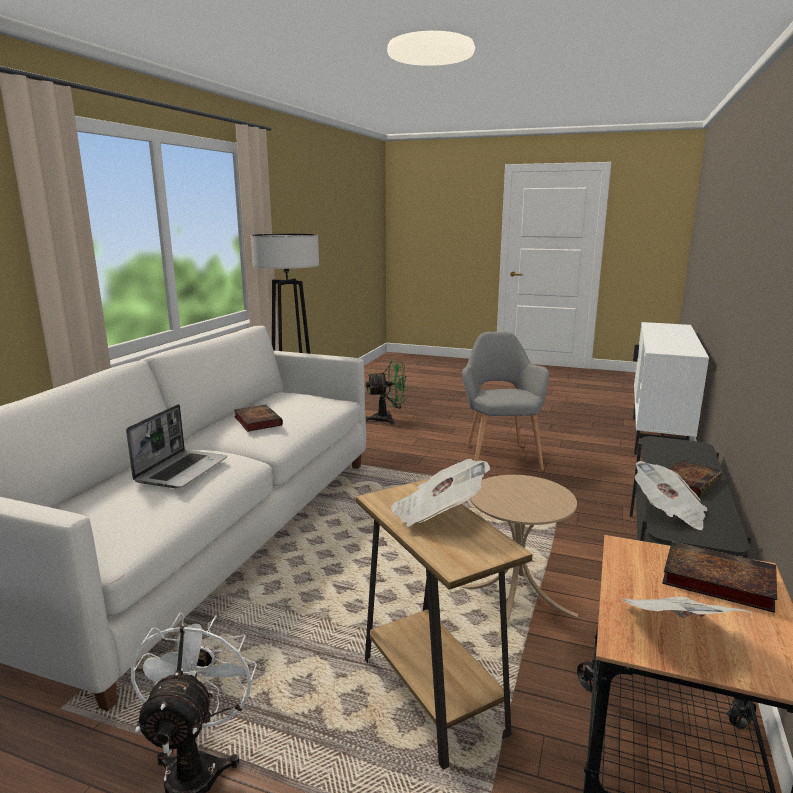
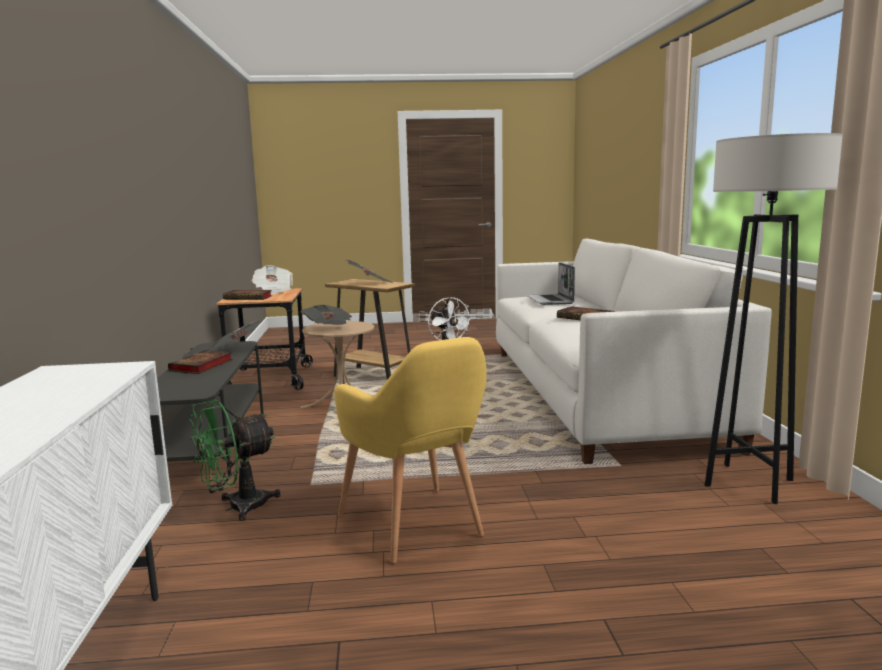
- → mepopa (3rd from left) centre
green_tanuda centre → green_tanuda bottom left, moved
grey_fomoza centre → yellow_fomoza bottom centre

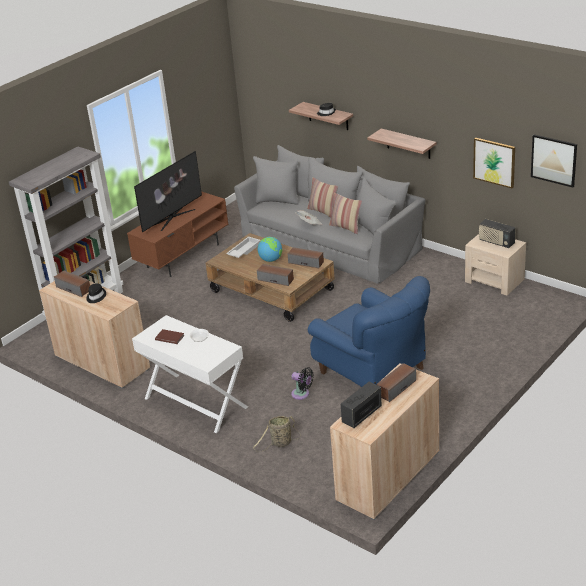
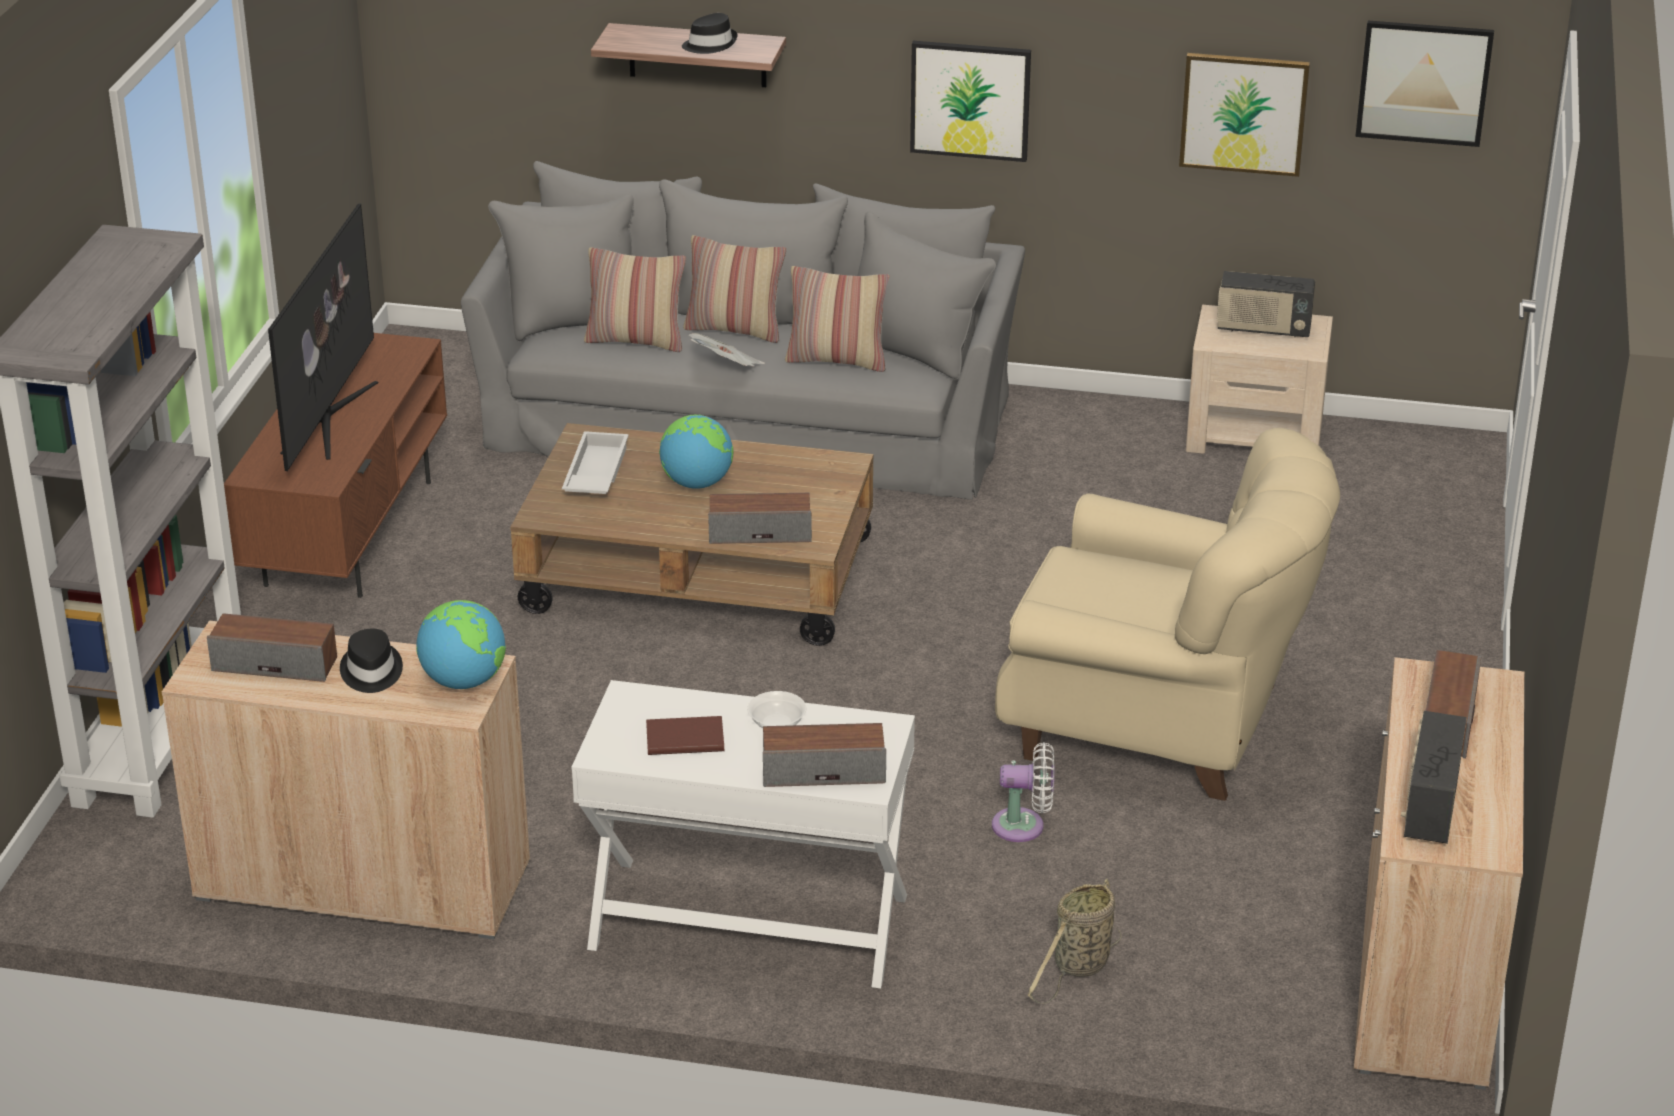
- → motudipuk (1st from left) middle left
- → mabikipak (1st from left) top centre
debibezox (3rd from left) centre → debibezox (3rd from left) bottom centre, moved
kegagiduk (2nd from left) top right → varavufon (1st from left) top centre
black_tanuda centre → white_tanuda bottom centre
blue_fomoza centre → beige_fomoza middle right

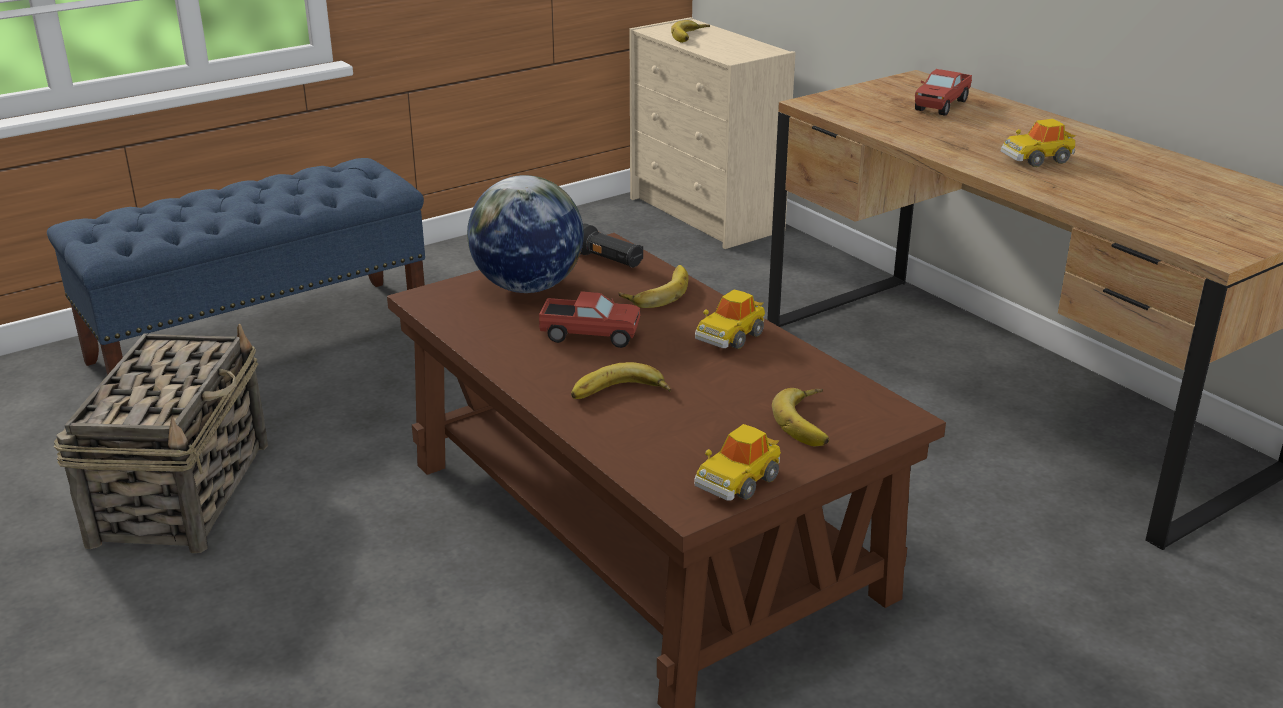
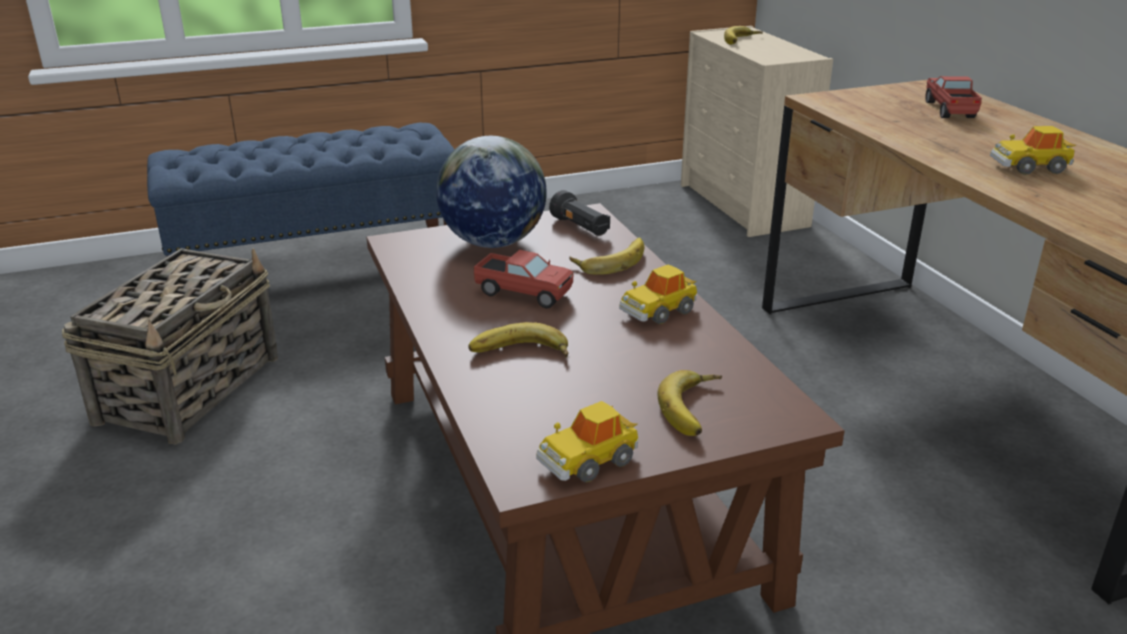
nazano (2nd from left) top right, 135 degrees clockwise

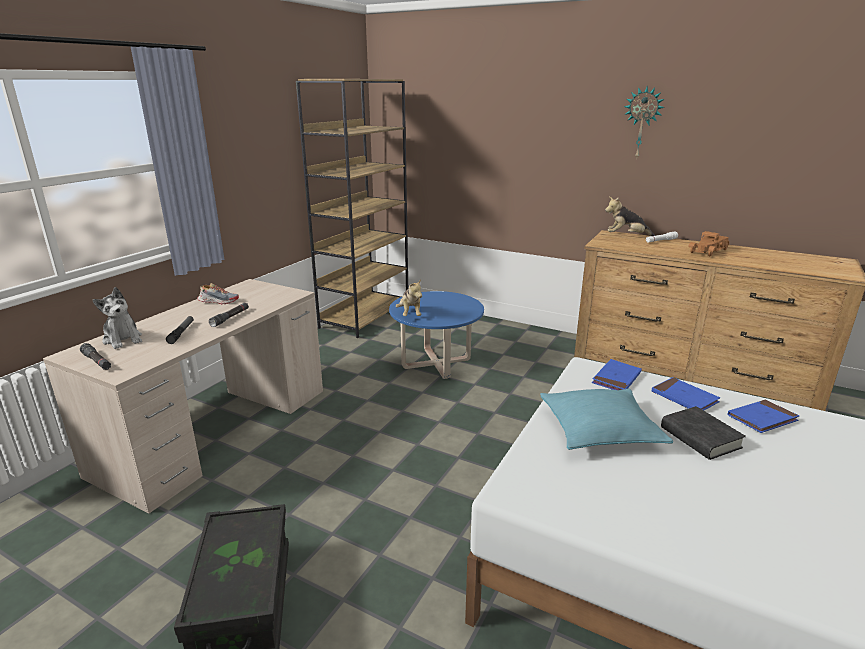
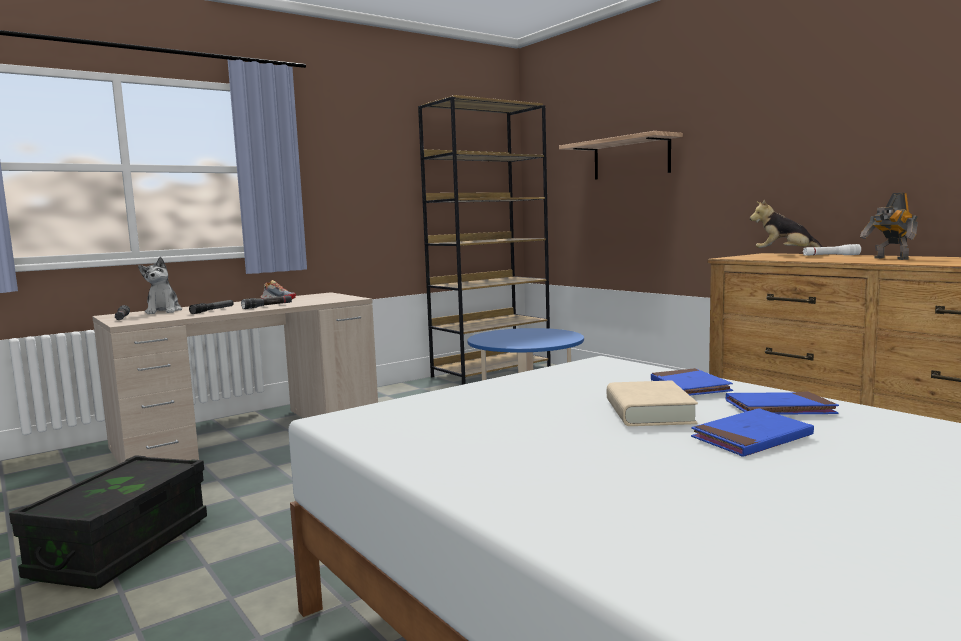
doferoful (2nd from left) centre → -
turquoise_mabikipak middle right → -
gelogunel top right → -
- → kegagiduk top centre
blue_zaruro (1st from left in the first image) middle right → blue_zaruro (2nd from left) bottom right, moved
nazano middle right → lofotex middle right
black_zaruro bottom right → beige_zaruro middle right

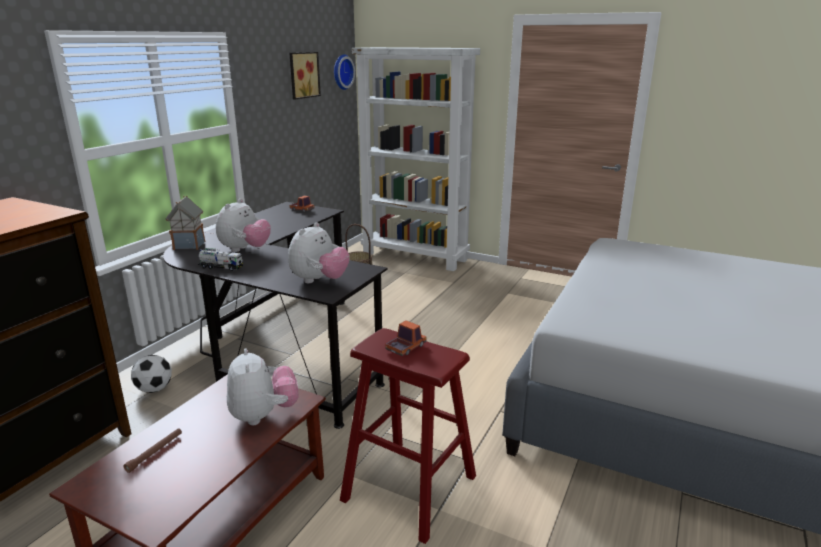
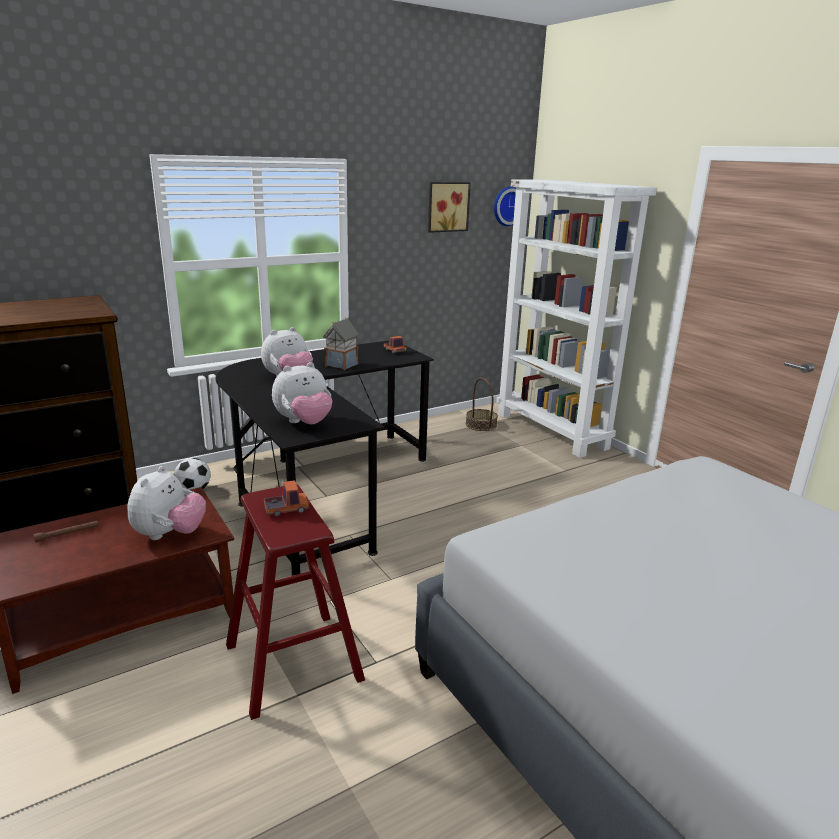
nazano (1st from left) middle left → -
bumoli middle left → bumoli centre, moved

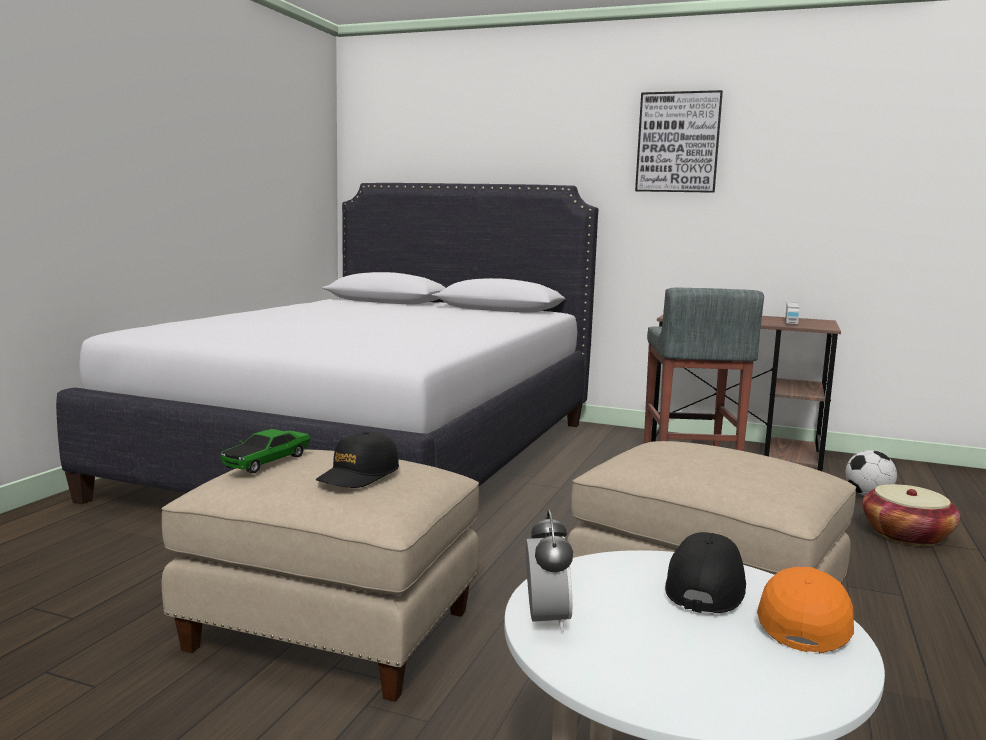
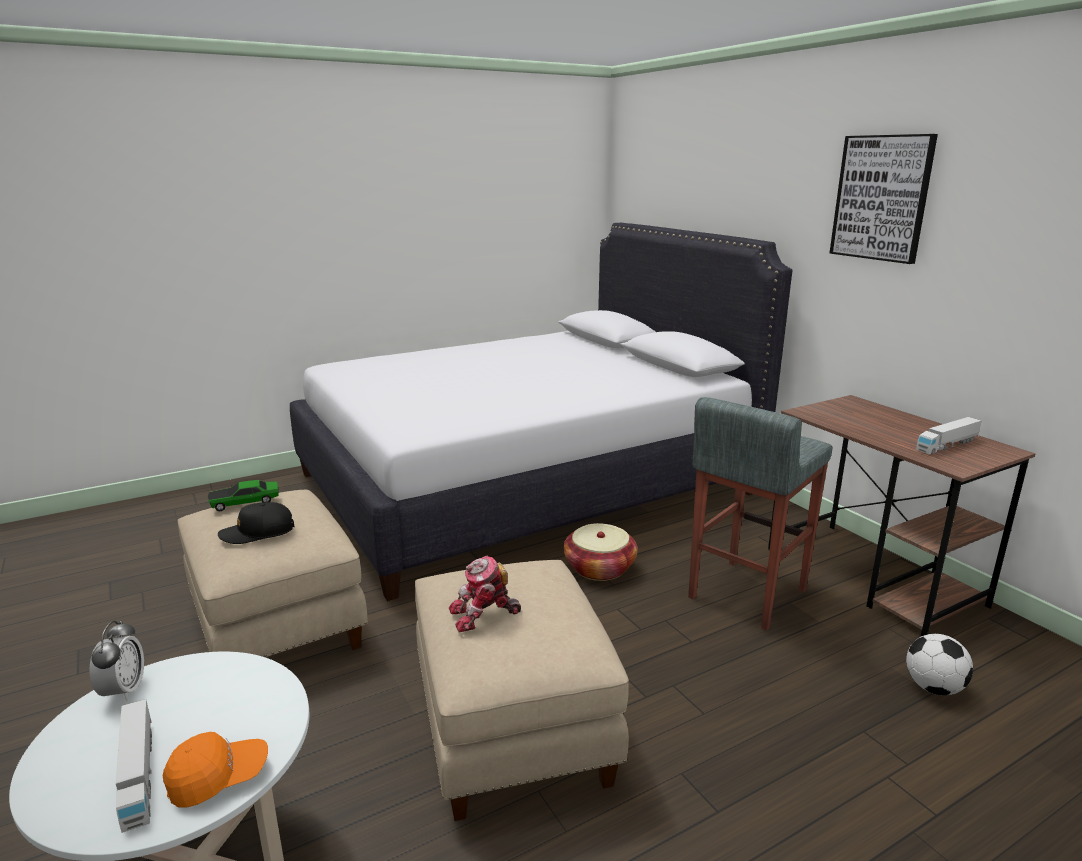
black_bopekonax (2nd from left) bottom right → -
- → nazano (1st from left) bottom left
- → lofotex bottom centre
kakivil bottom right → kakivil centre, moved
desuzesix bottom centre → desuzesix bottom left, 45 degrees counterclockwise

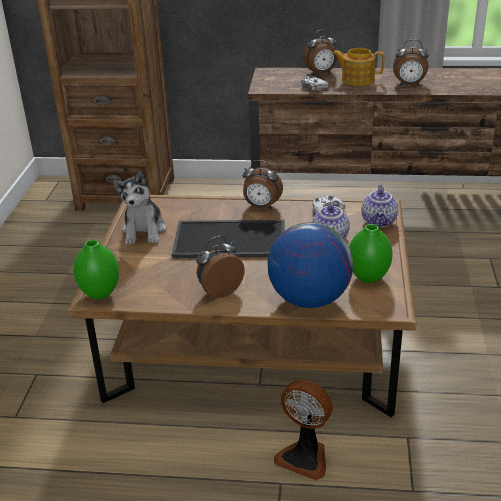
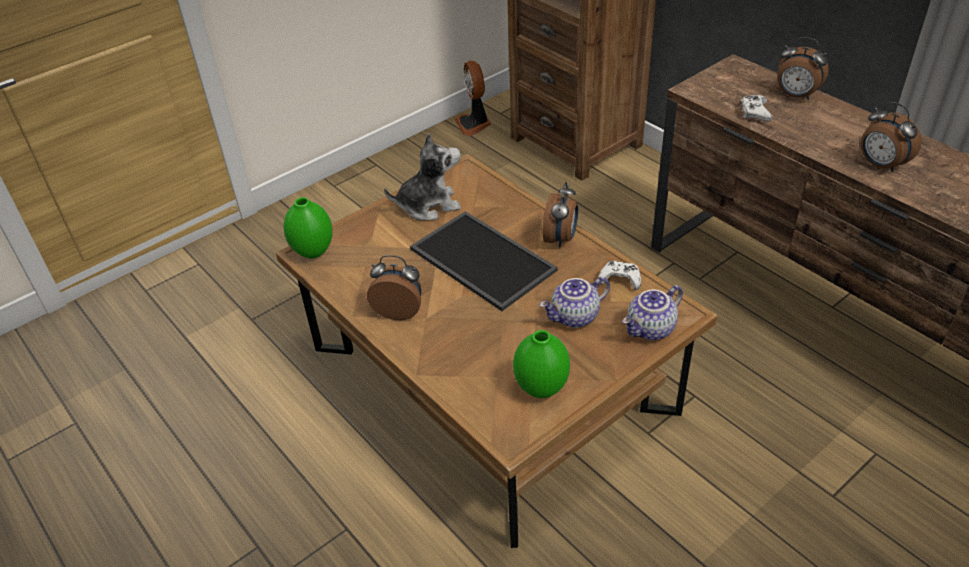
motudipuk centre → -
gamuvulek (2nd from left) top right → -
tanuda bottom centre → tanuda top centre, moved
doferoful middle left → doferoful top centre, 150 degrees counterclockwise
desuzesix (2nd from left) centre, 135 degrees counterclockwise

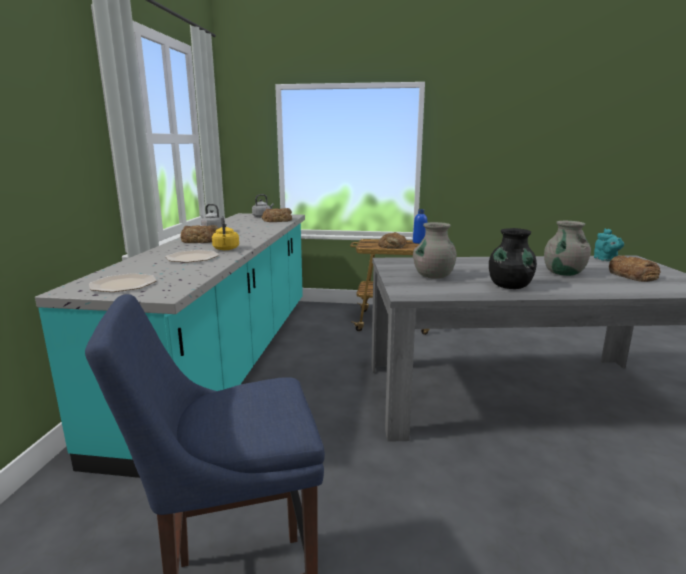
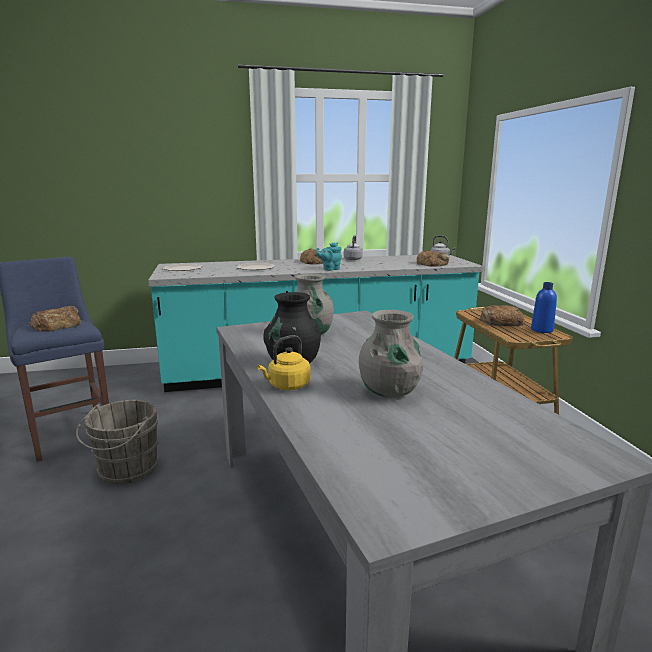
- → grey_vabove bottom left
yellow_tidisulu middle left → yellow_tidisulu centre, moved
turquoise_gamuvulek middle right → turquoise_gamuvulek centre, moved
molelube (4th from left in the first image) middle right → molelube (1st from left) middle left, moved

